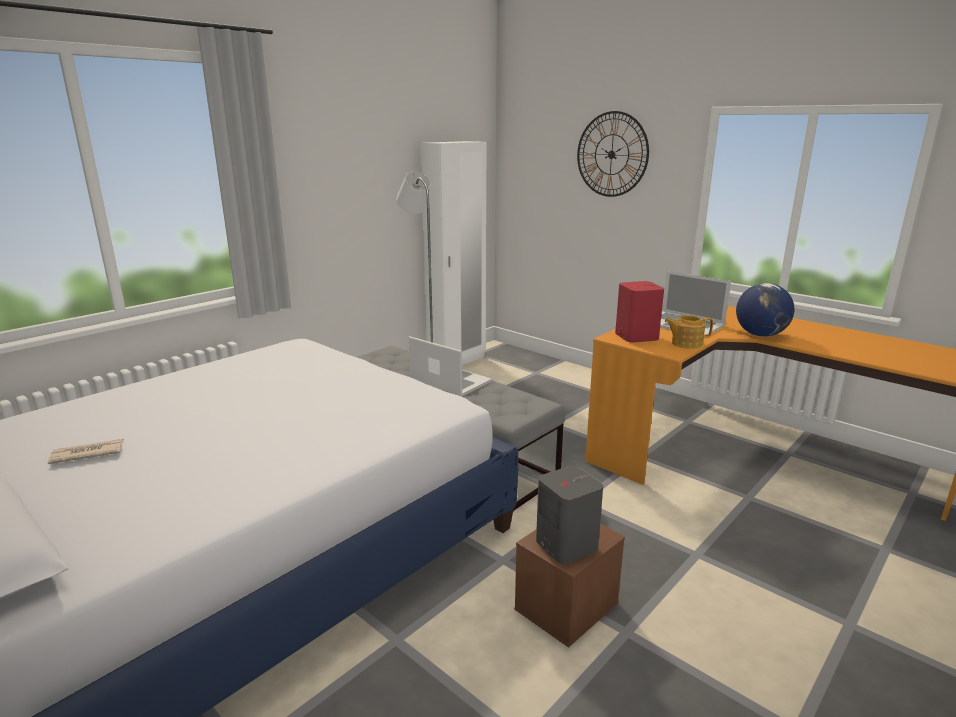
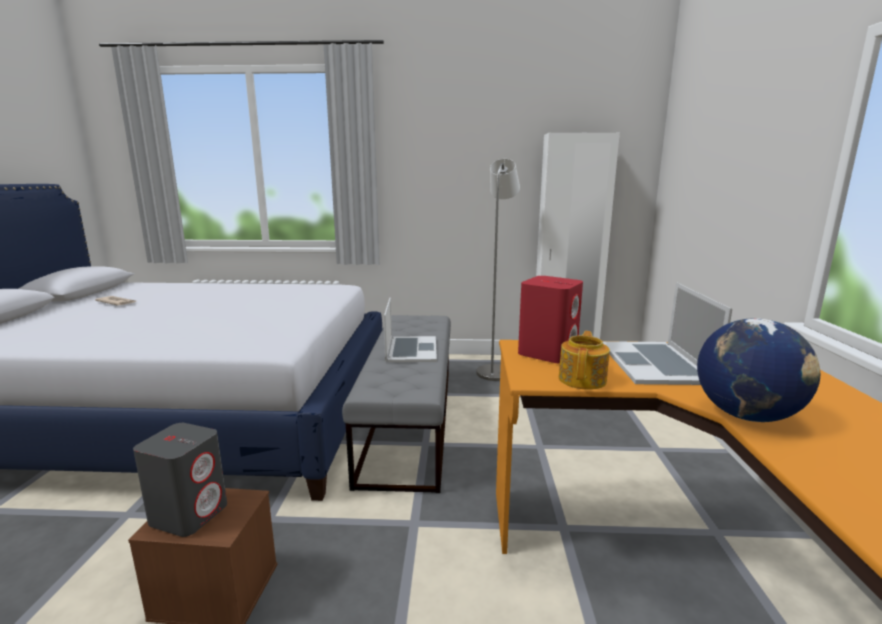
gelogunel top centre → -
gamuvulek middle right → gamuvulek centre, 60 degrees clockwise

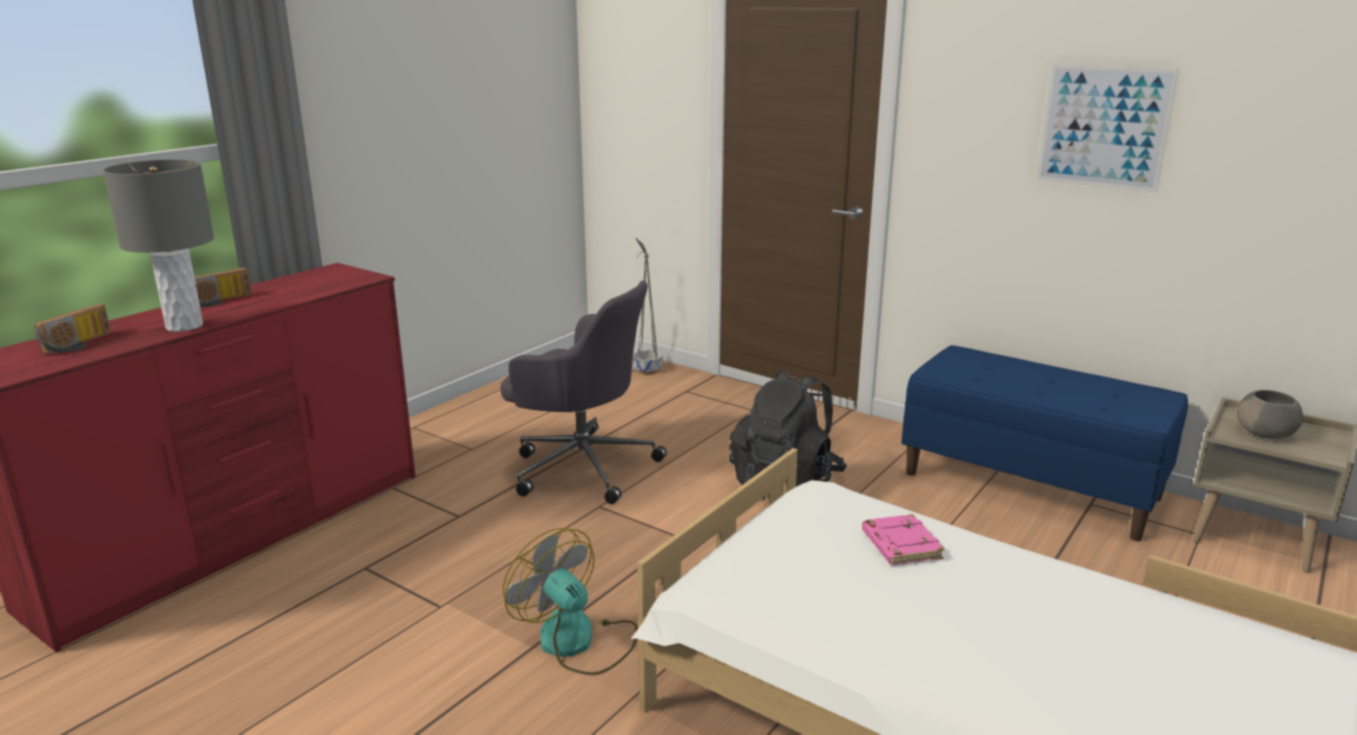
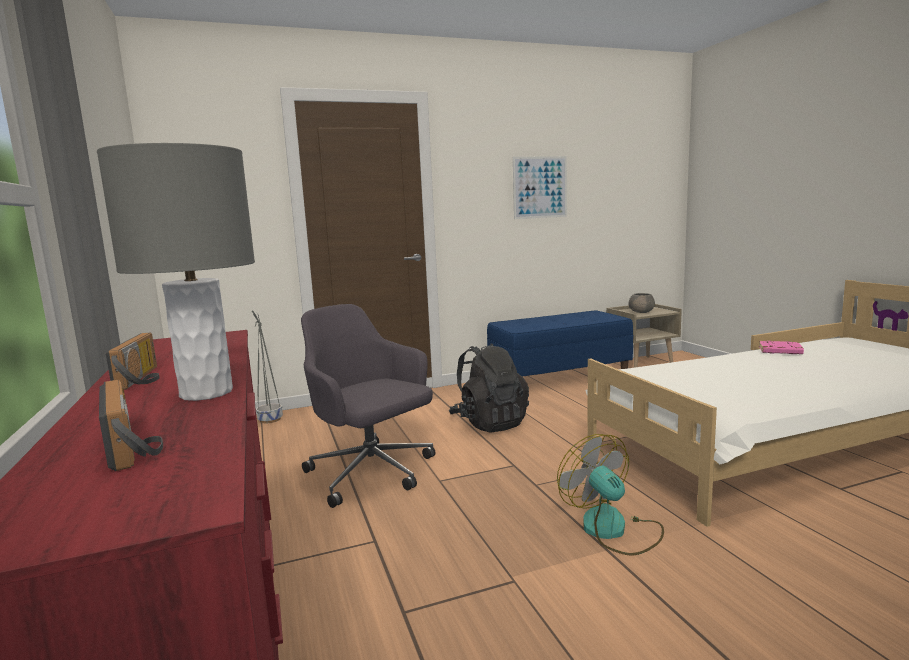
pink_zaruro bottom centre → pink_zaruro middle right, moved
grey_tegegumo centre, 105 degrees counterclockwise
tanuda bottom centre → tanuda bottom right, 75 degrees clockwise

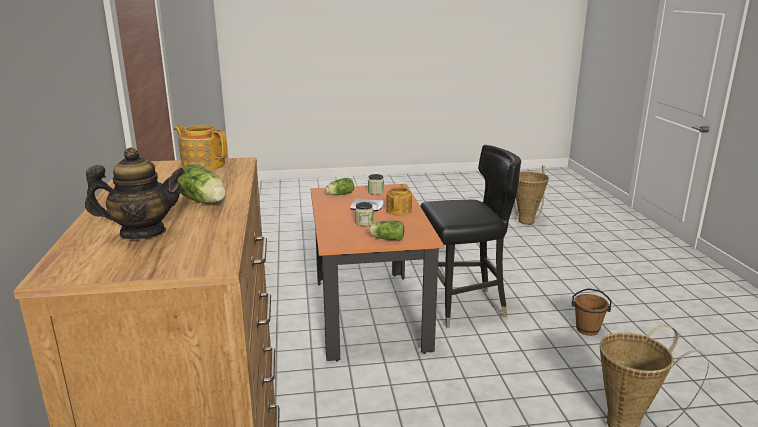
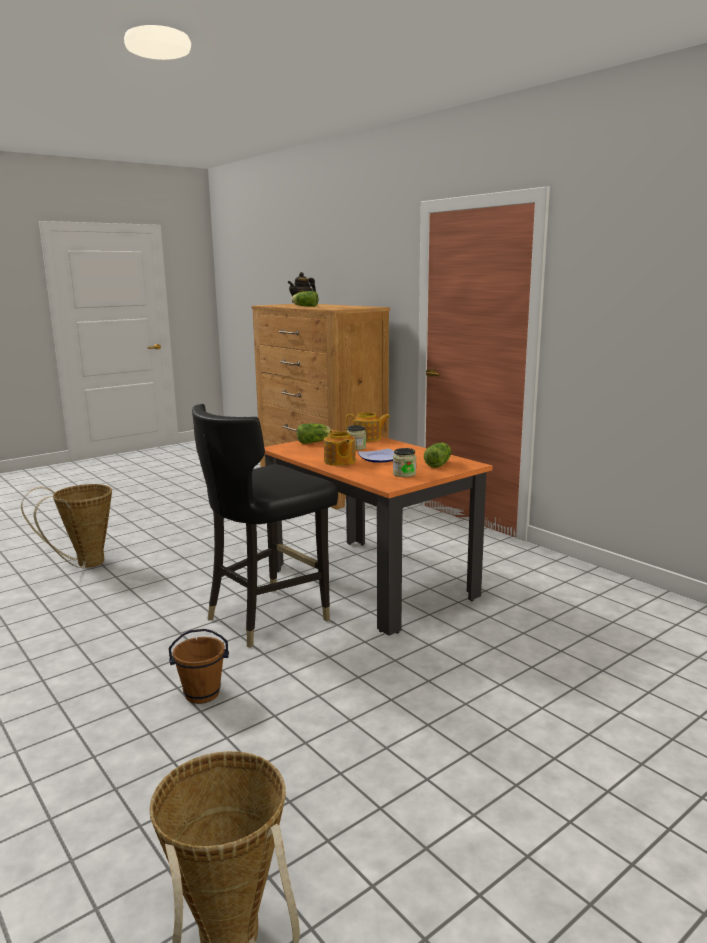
gamuvulek (2nd from left in the first image) middle left → gamuvulek (3rd from left) centre, moved
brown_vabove bottom right → brown_vabove bottom left, moved

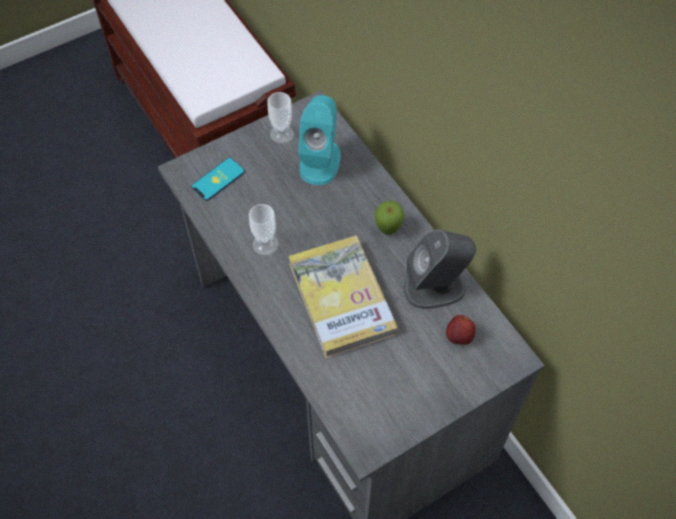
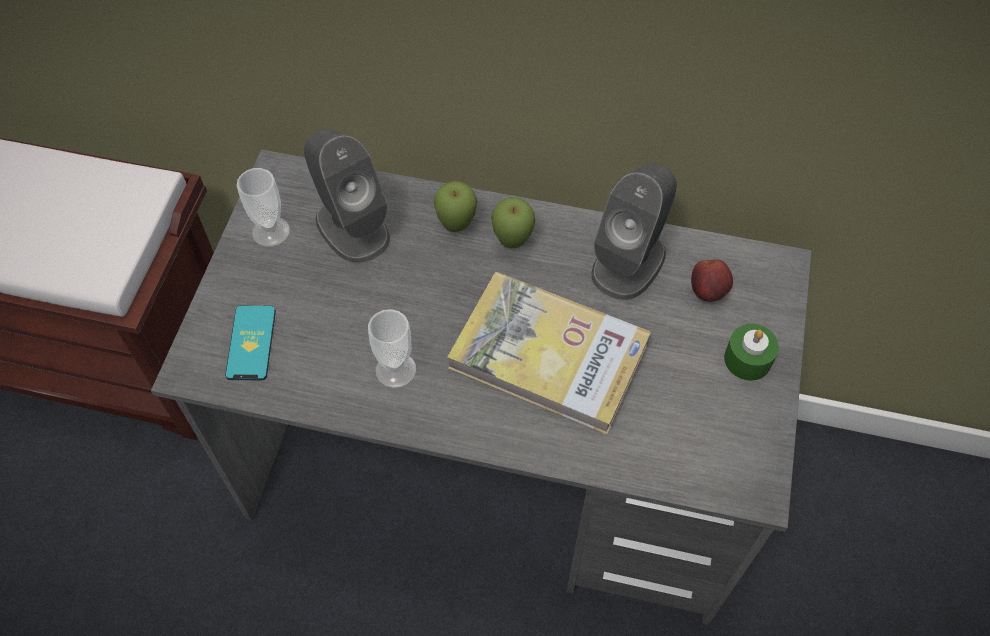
- → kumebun (1st from left) top centre
- → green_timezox middle right
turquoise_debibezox top centre → grey_debibezox (1st from left) top centre

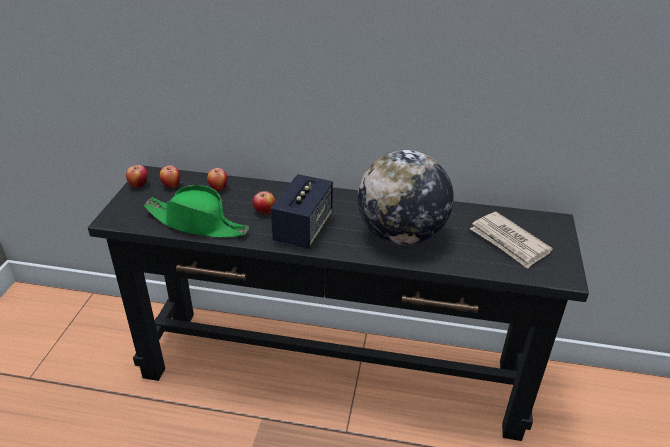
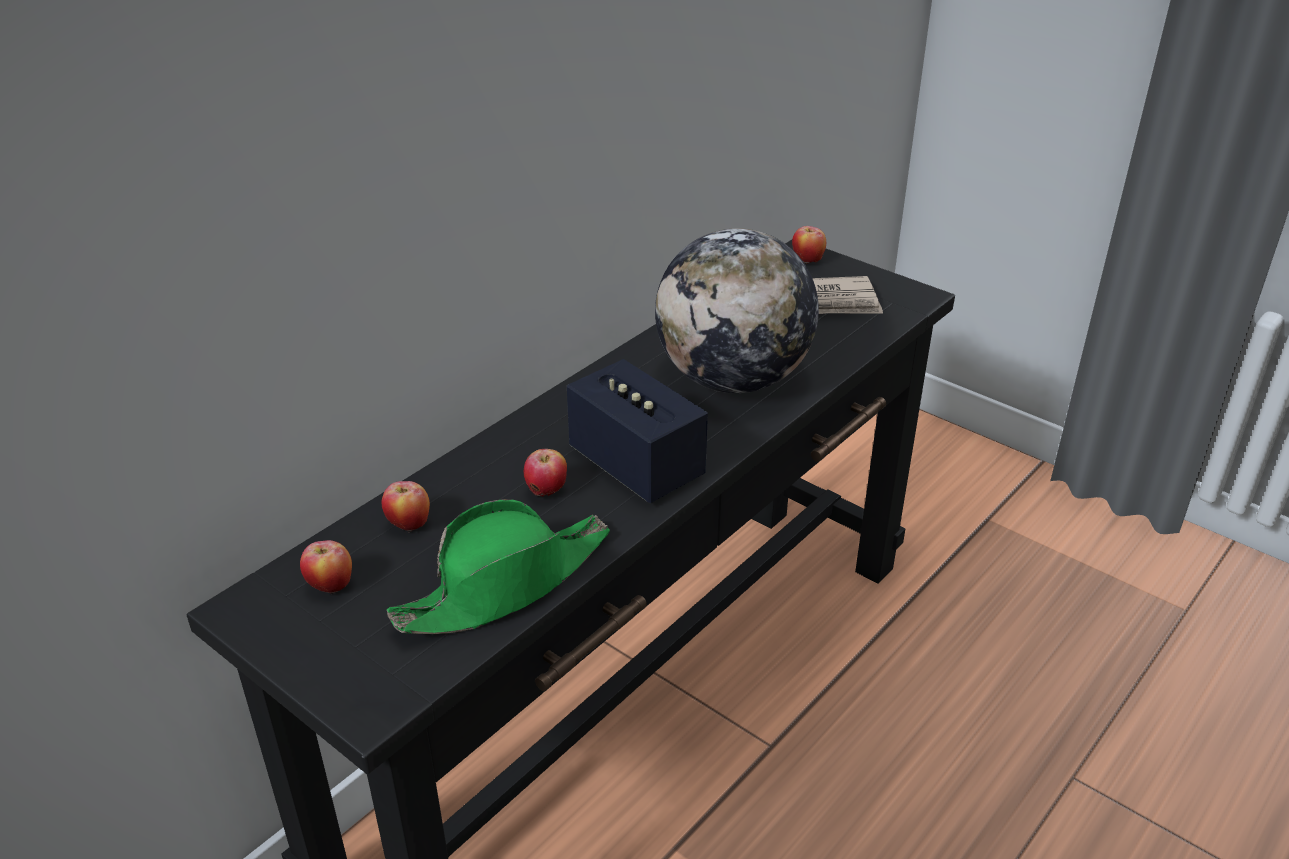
kumebun (1st from left in the first image) middle left → kumebun (4th from left) top centre, moved

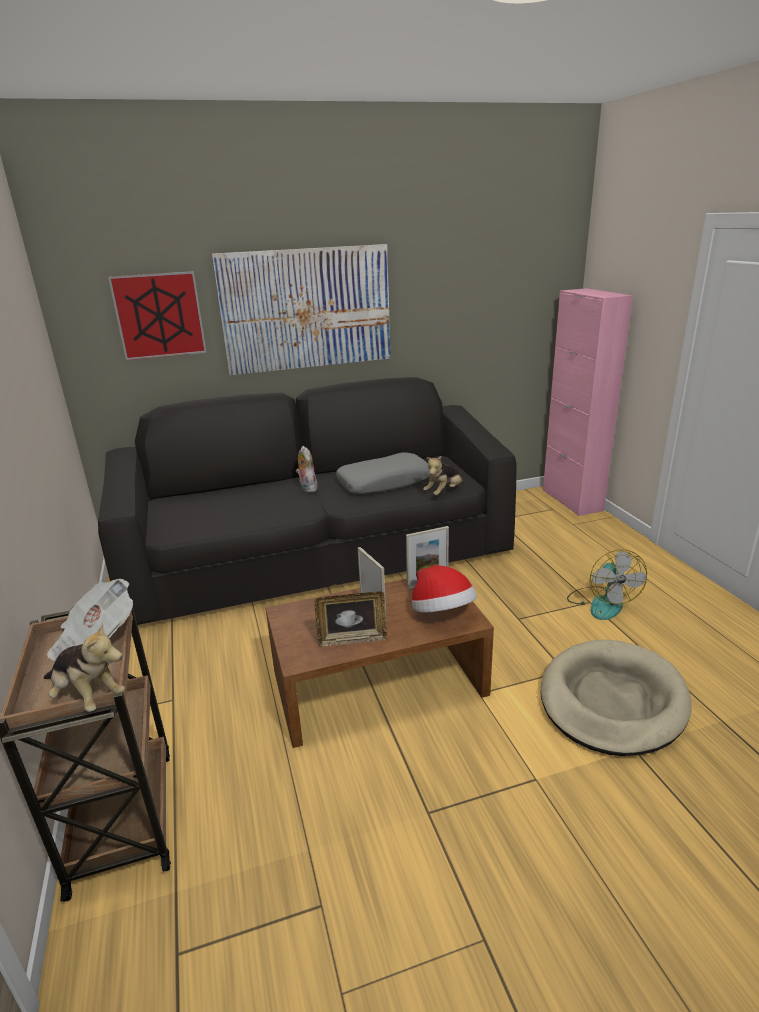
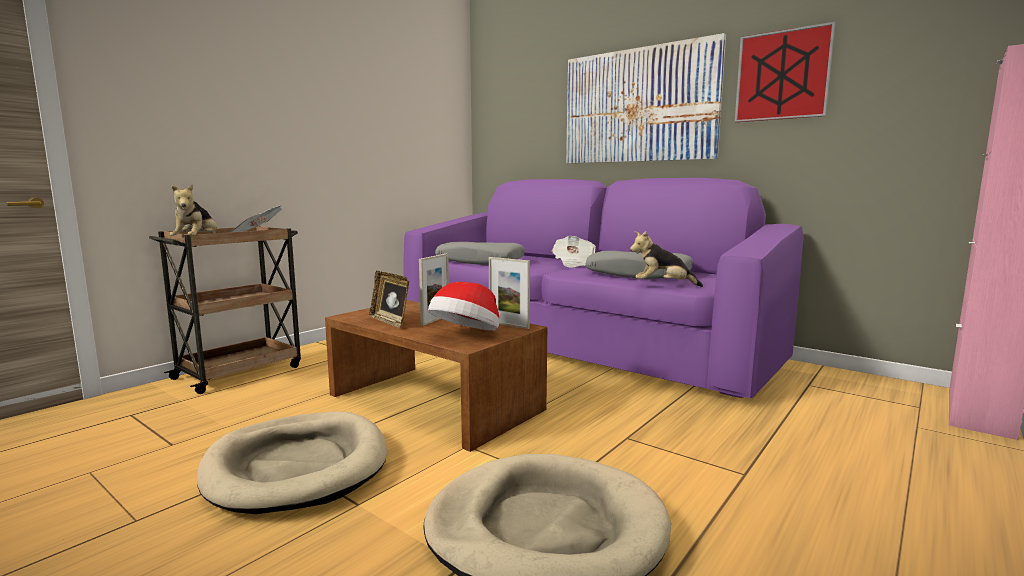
tanuda middle right → -
- → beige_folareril (1st from left) bottom left
- → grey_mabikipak (1st from left) centre
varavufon (1st from left in the first image) top left → varavufon (2nd from left) top right, moved
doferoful (2nd from left) centre → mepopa (2nd from left) centre
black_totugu centre → purple_totugu centre

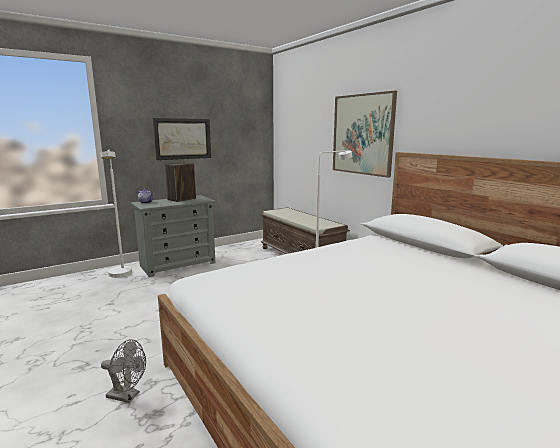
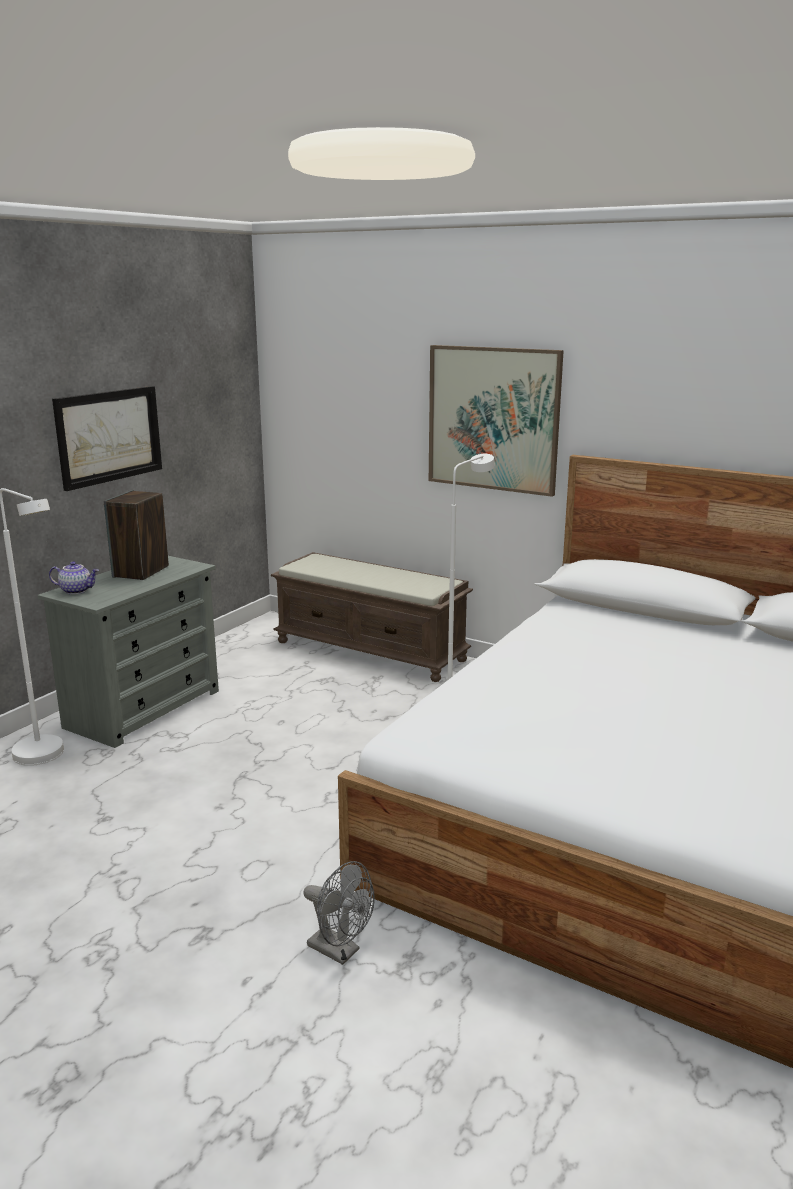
grey_tanuda bottom left → grey_tanuda bottom centre, 45 degrees clockwise

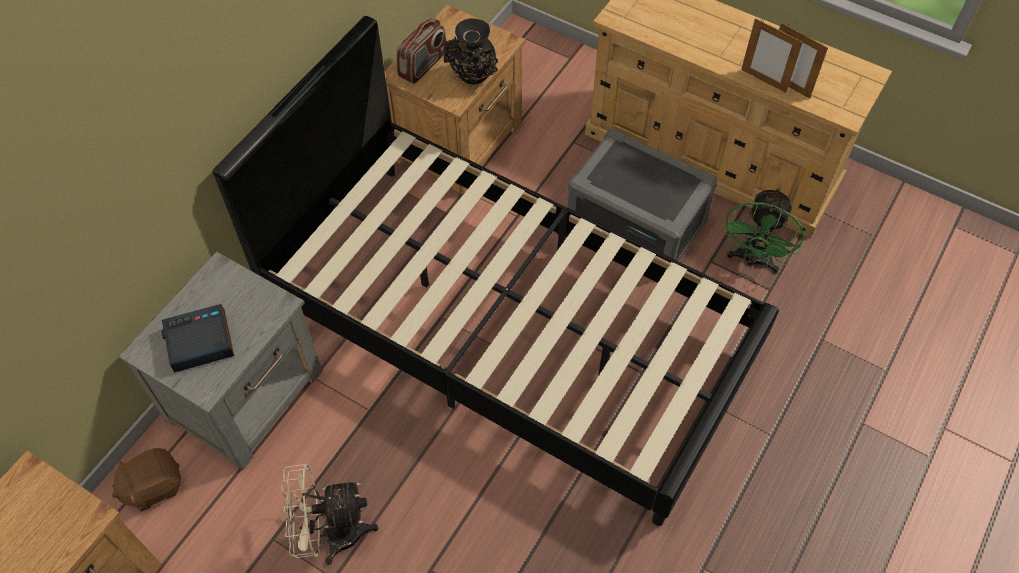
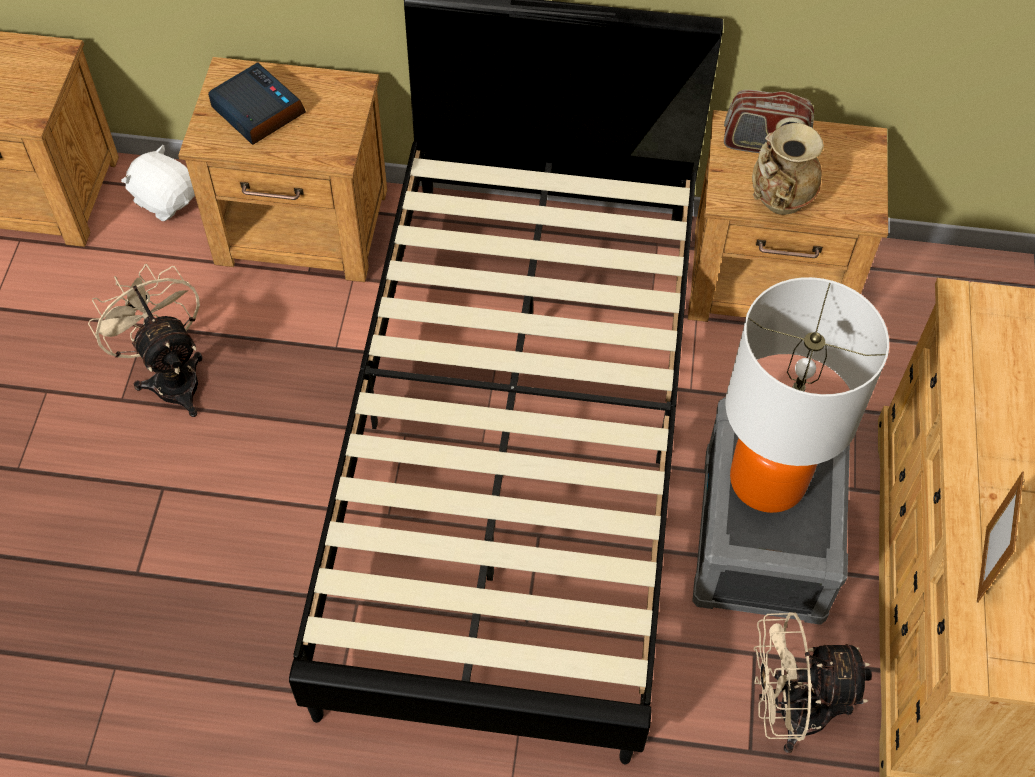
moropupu (1st from left) top right → -
- → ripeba middle right
brown_doferoful bottom left → white_doferoful top left
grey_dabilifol middle left → brown_dabilifol (2nd from left) top left
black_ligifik top centre → beige_ligifik top right
green_tanuda middle right → beige_tanuda (2nd from left) bottom right

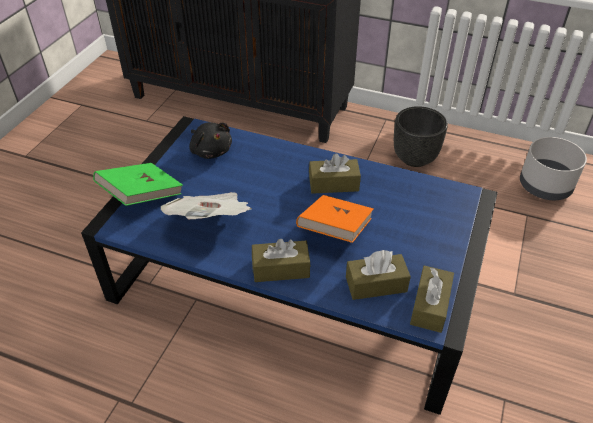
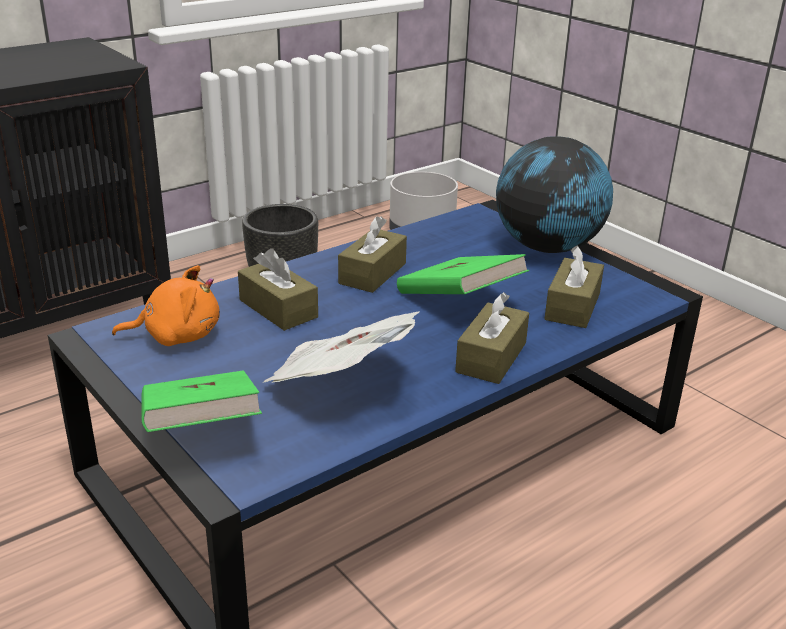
- → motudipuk top right
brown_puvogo (4th from left in the first image) bottom right → brown_puvogo (1st from left) centre, moved
black_doferoful top centre → orange_doferoful middle left
orange_zaruro centre → green_zaruro (2nd from left) centre

